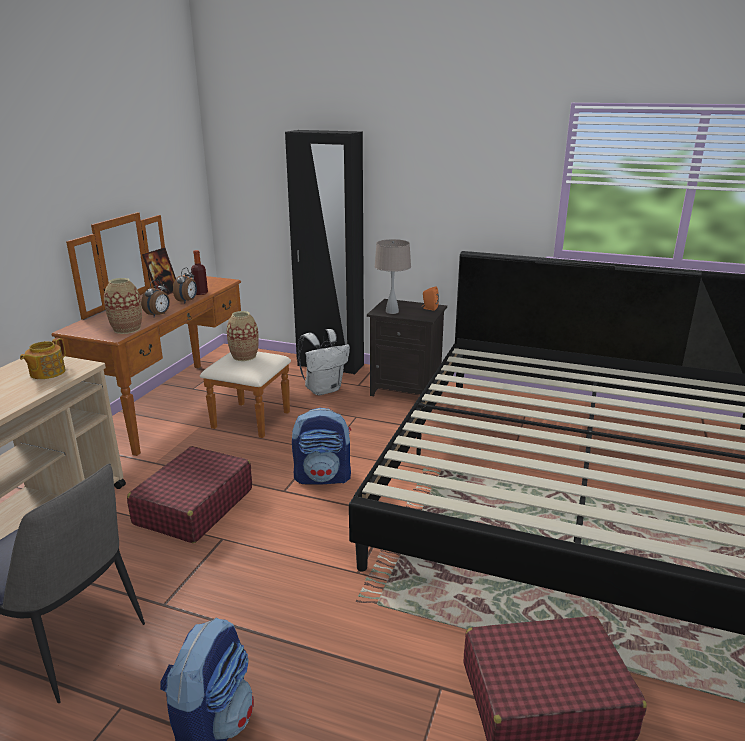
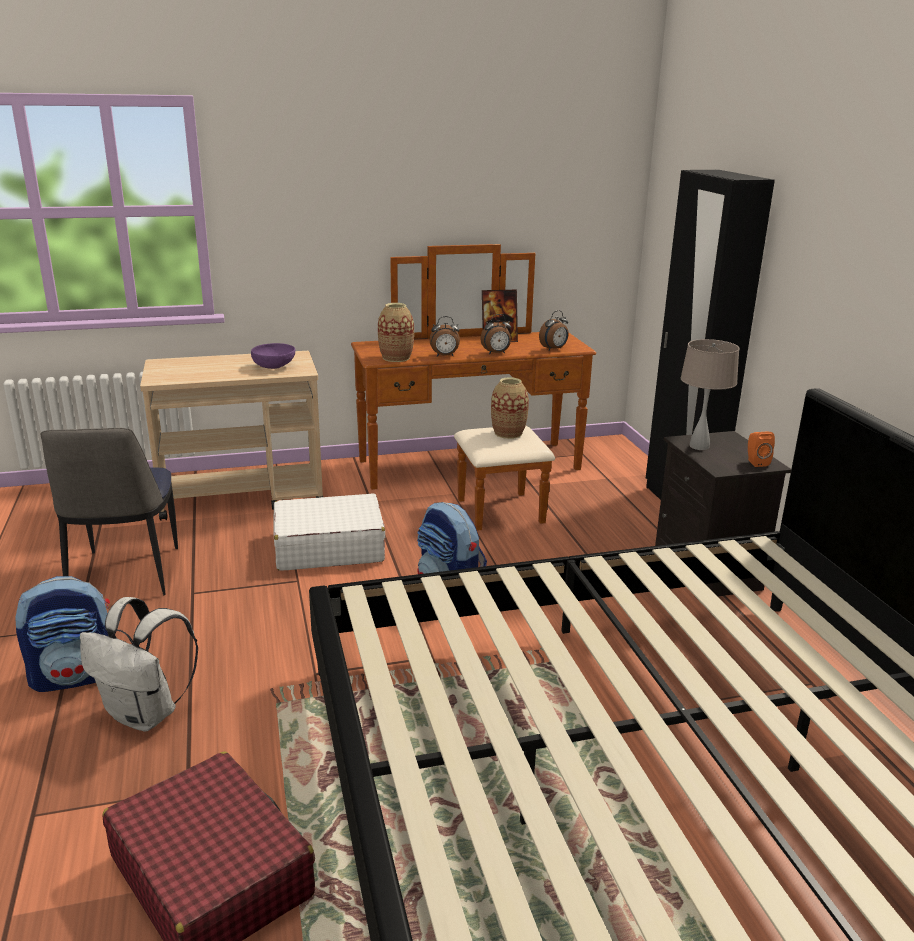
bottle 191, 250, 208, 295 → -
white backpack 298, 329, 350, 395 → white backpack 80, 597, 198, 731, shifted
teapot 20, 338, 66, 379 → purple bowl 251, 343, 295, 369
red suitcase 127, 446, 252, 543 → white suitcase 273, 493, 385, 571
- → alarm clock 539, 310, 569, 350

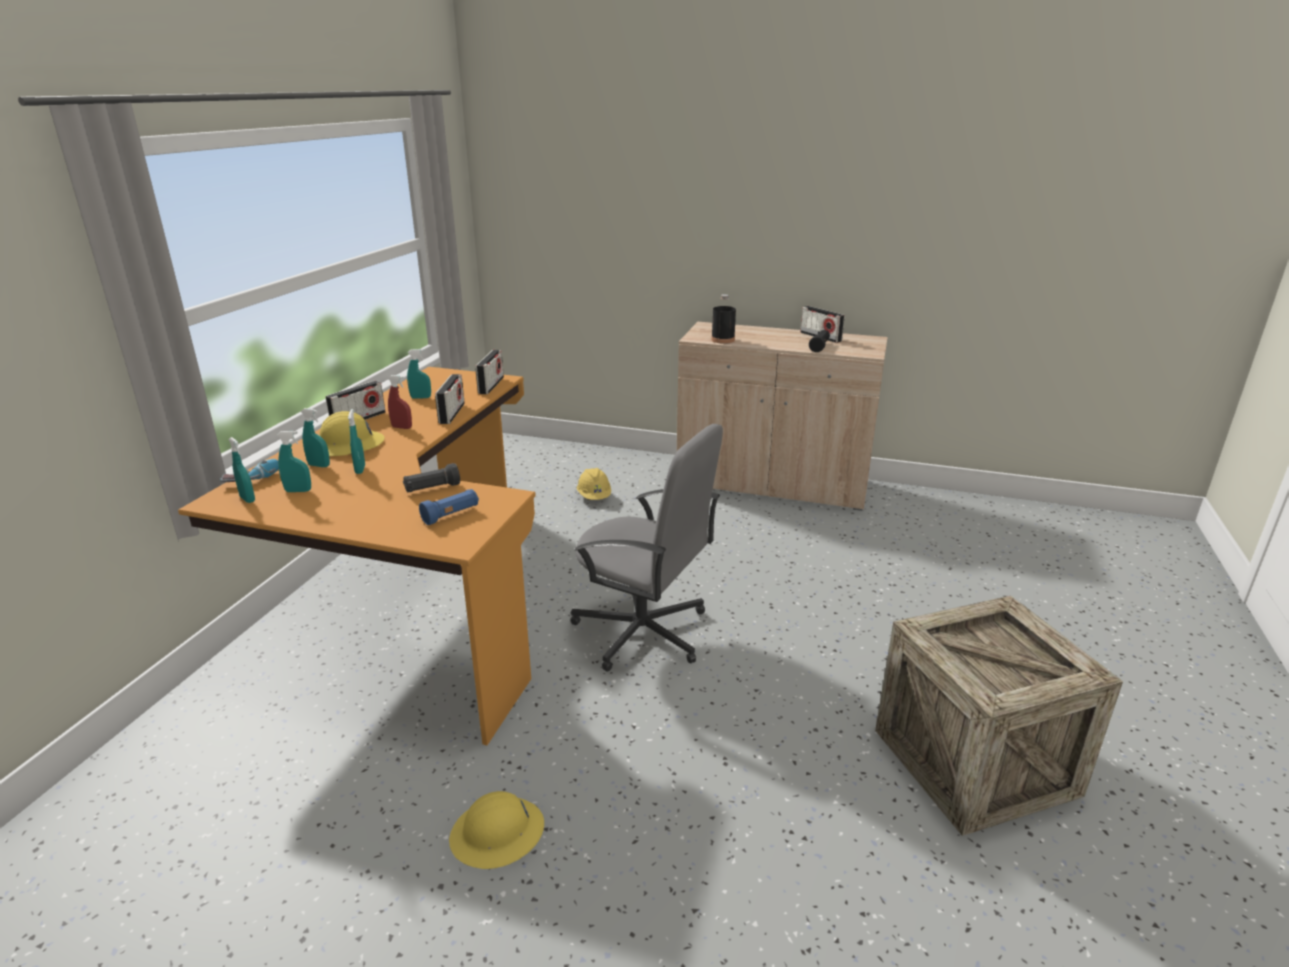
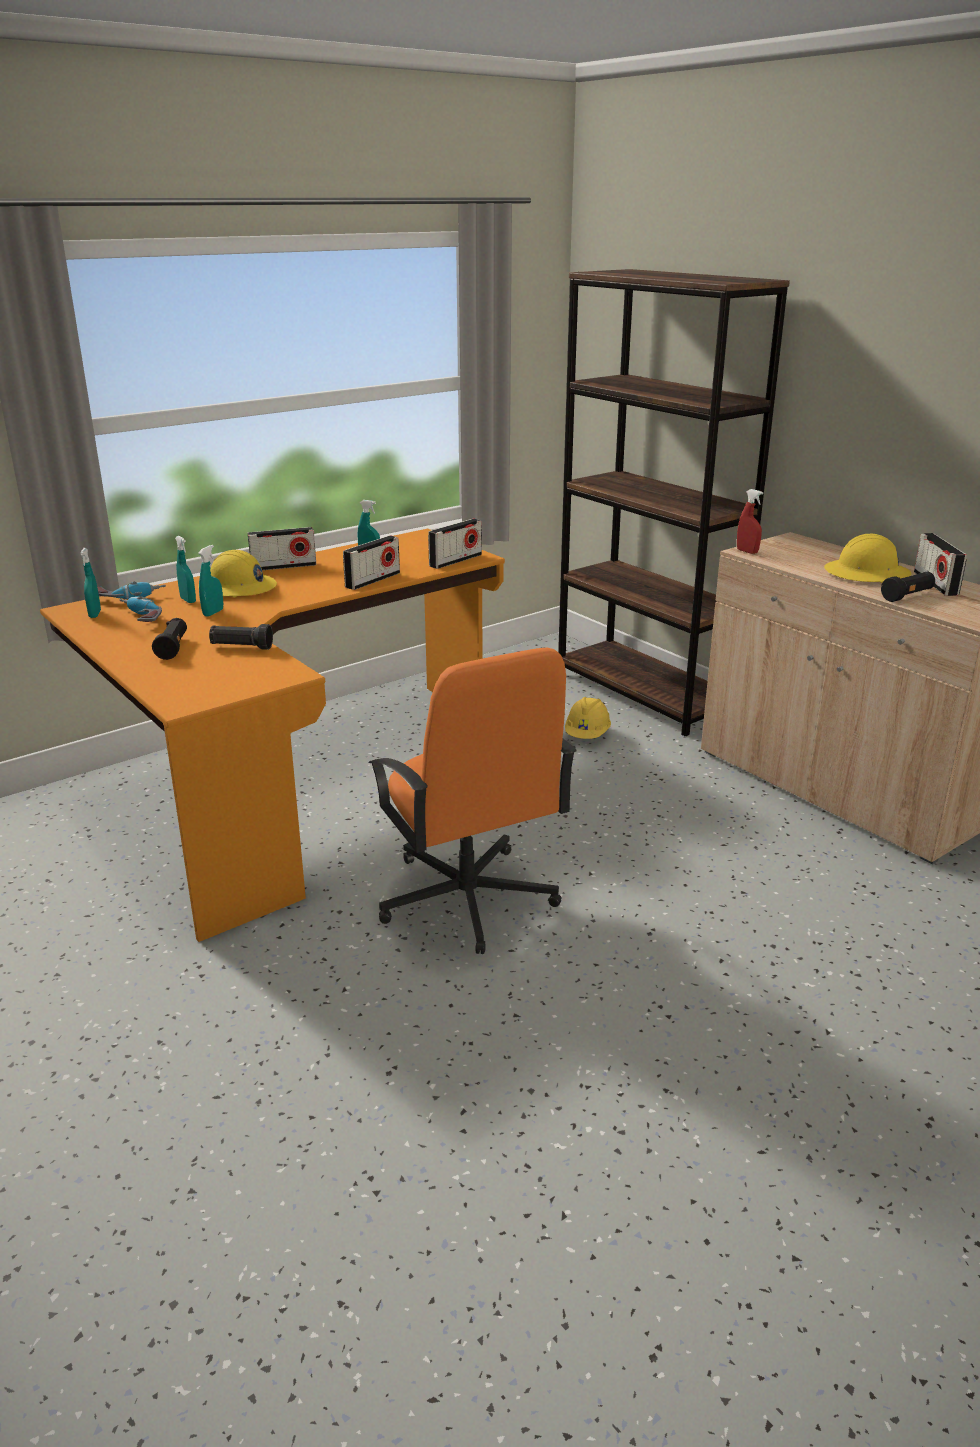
black bottle 711, 294, 736, 344 → -
red spray bottle 388, 375, 412, 429 → red spray bottle 737, 489, 763, 554, shifted
grey office chair 570, 424, 723, 672 → orange office chair 368, 648, 576, 954
turquoise spray bottle 277, 431, 311, 492 → power drill 120, 596, 162, 622
blue flashlight 419, 489, 479, 525 → -
crate 875, 596, 1123, 836 → -
yellow hard hat 449, 791, 544, 869 → yellow hard hat 824, 534, 911, 583, shifted
- → brown bookcase 558, 269, 790, 737
- → black flashlight 152, 618, 187, 660

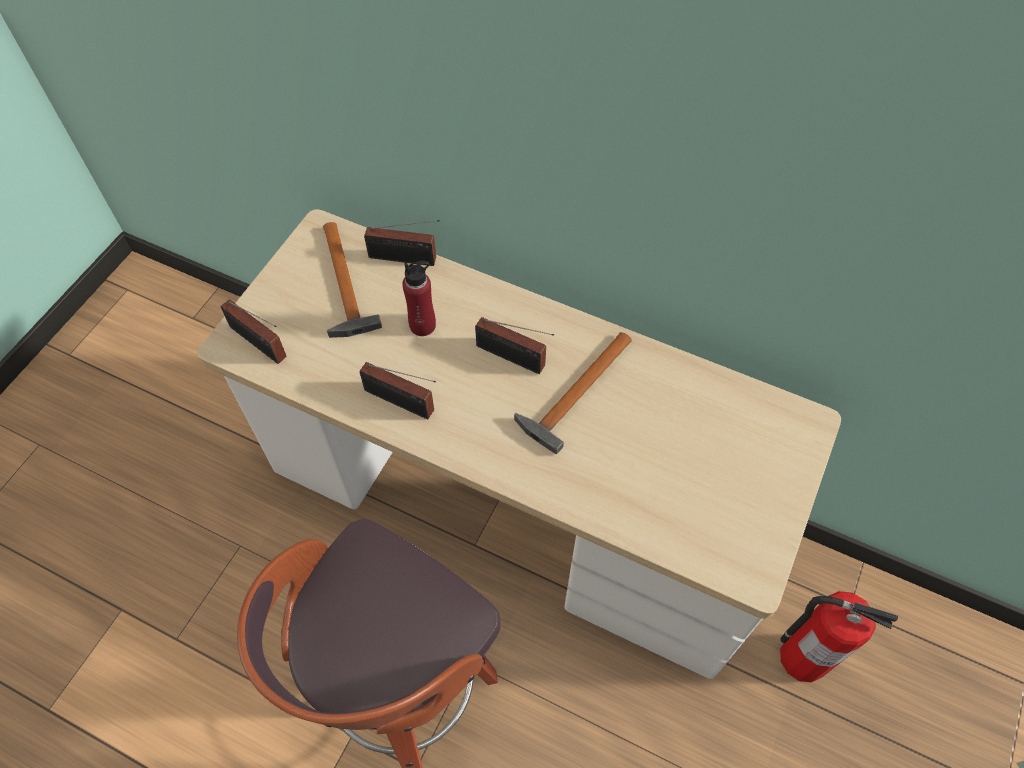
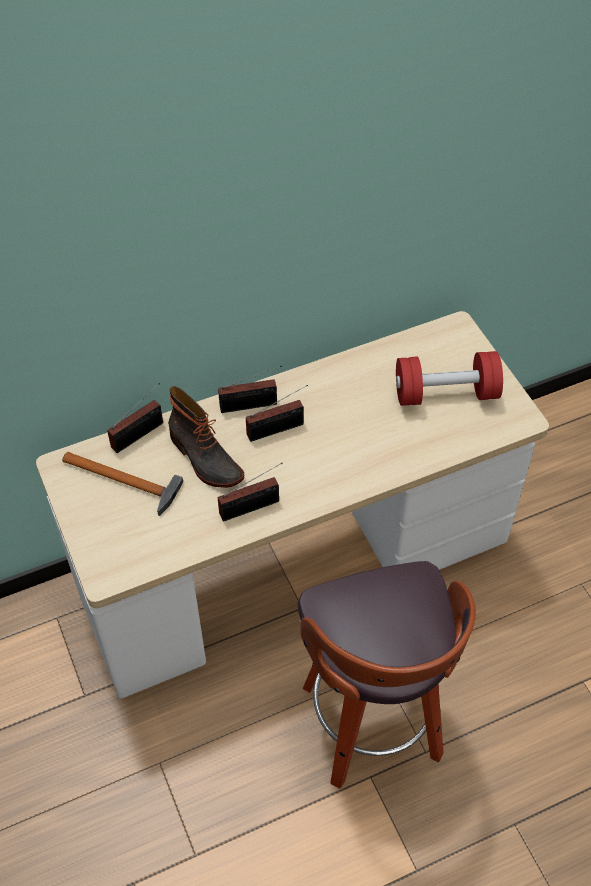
red bottle 402, 261, 436, 336 → boot 168, 386, 244, 488
radio 220, 299, 287, 364 → radio 218, 365, 282, 413, shifted
hammer 514, 332, 632, 454 → -
fire extinguisher 780, 591, 898, 682 → -
- → red dumbbell 396, 351, 503, 406

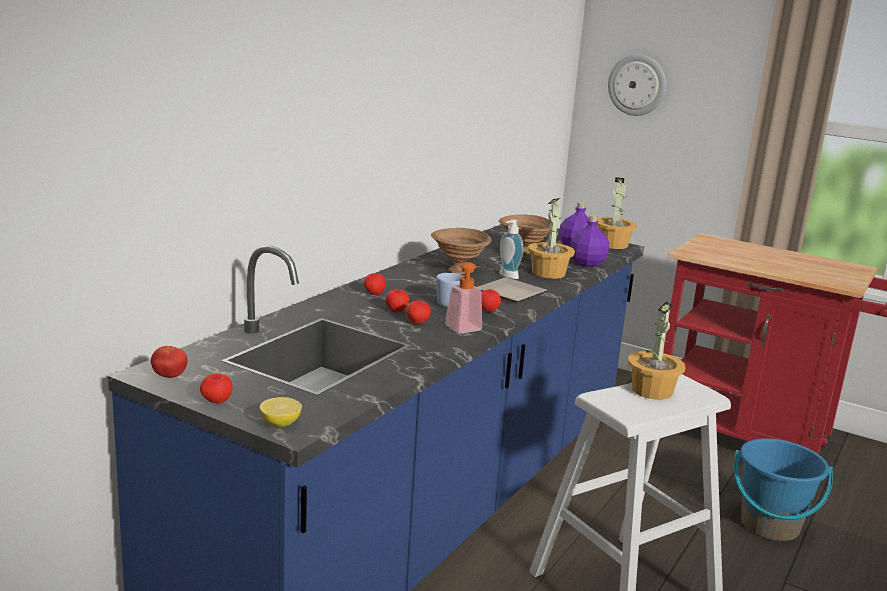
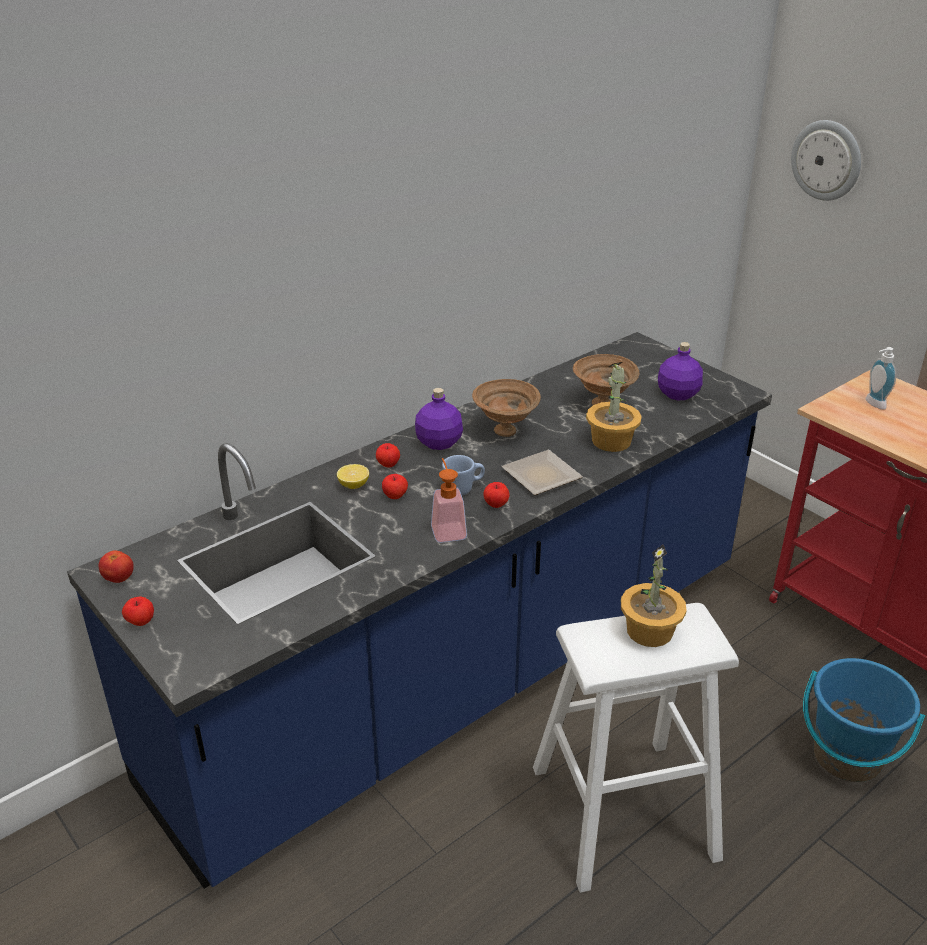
potted plant 596, 177, 637, 249 → -
purple bottle 570, 215, 609, 267 → purple bottle 415, 388, 463, 450, shifted
soap dispenser 499, 220, 523, 279 → soap dispenser 866, 347, 897, 410, shifted
apple 406, 301, 431, 324 → -
lemon 260, 397, 302, 427 → lemon 337, 464, 369, 489, shifted

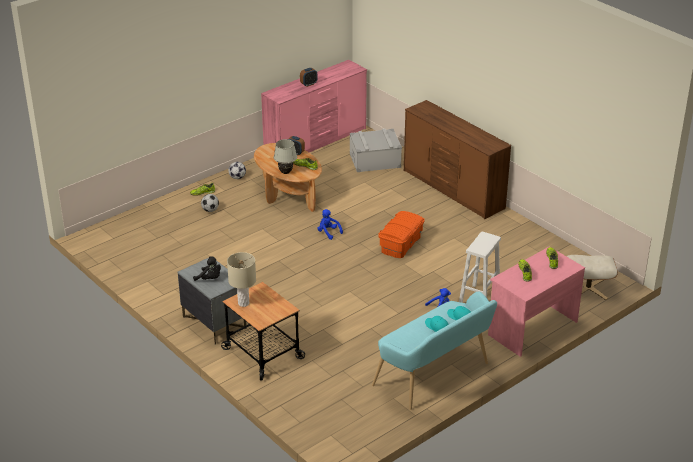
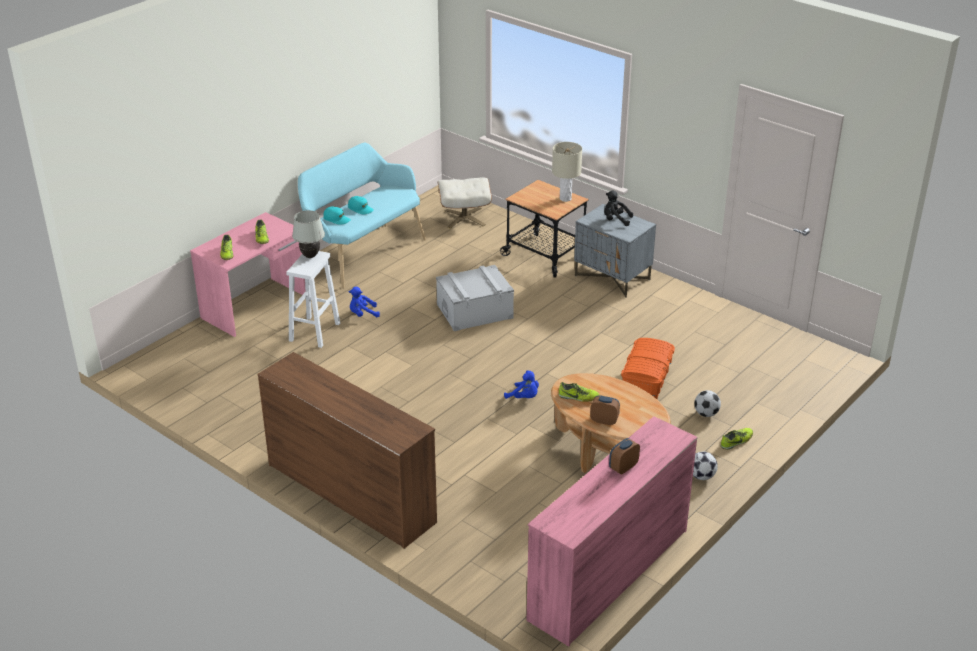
grey storage box 350, 129, 402, 172 → grey storage box 436, 265, 514, 331, shifted
white table lamp 274, 139, 297, 174 → white table lamp 292, 210, 325, 258, shifted
orange storage box 378, 211, 425, 258 → orange storage box 621, 338, 675, 399, shifted
beige ottoman 567, 255, 618, 300 → beige ottoman 437, 177, 492, 229, shifted

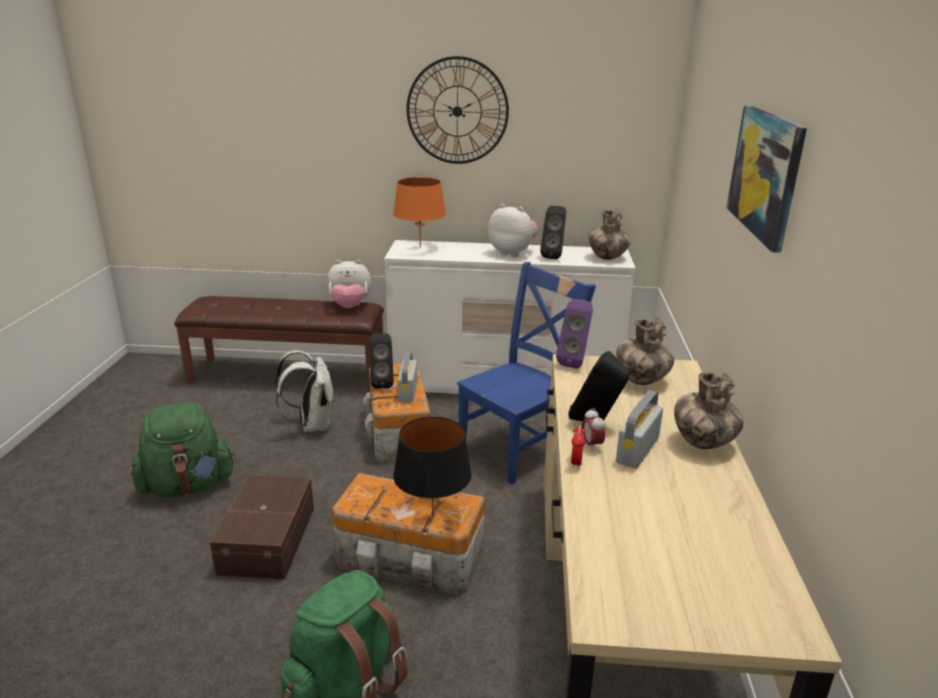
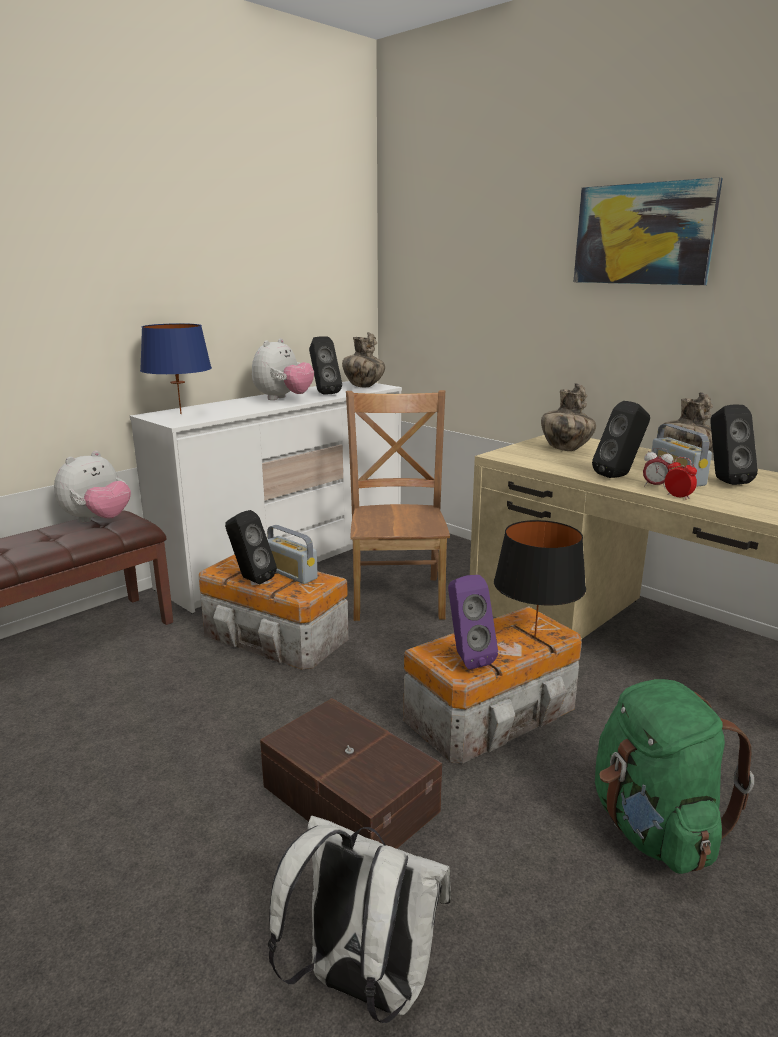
wall clock 406, 56, 509, 164 → -
orange table lamp 393, 177, 446, 248 → blue table lamp 140, 323, 212, 414
plush toy 488, 204, 538, 257 → plush toy 252, 338, 314, 400, 135 degrees clockwise
blue chair 457, 262, 596, 484 → brown chair 346, 390, 450, 621
purple speaker 556, 299, 593, 369 → purple speaker 448, 575, 498, 670, shifted
white backpack 275, 350, 334, 432 → white backpack 268, 816, 451, 1023, shifted
green backpack 131, 402, 235, 498 → -
- → black speaker 710, 405, 758, 485

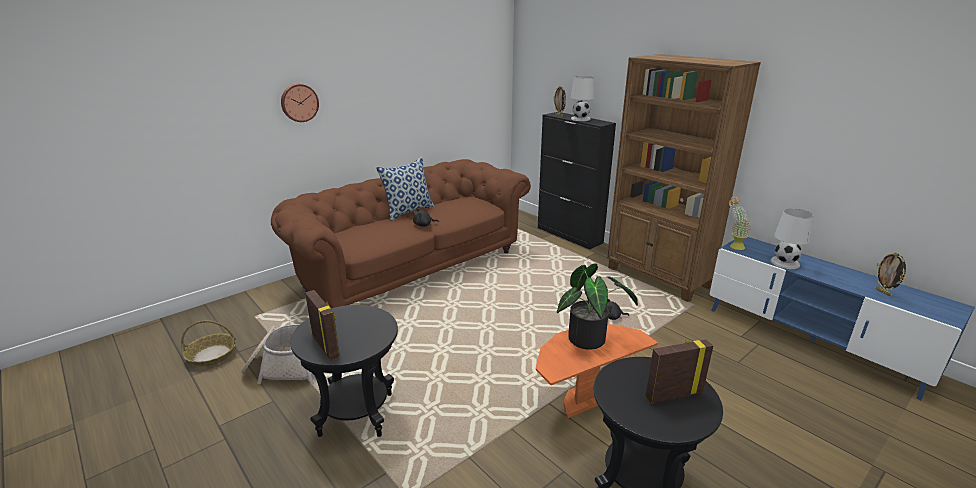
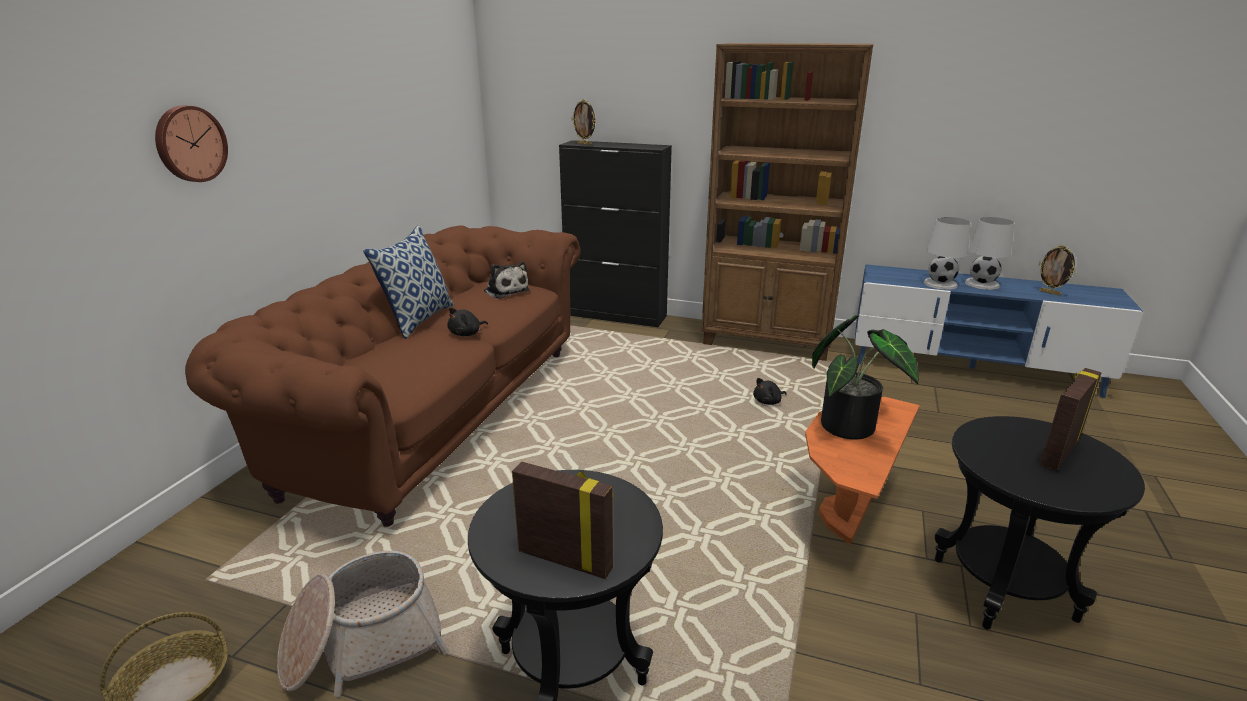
white table lamp 570, 76, 594, 121 → white table lamp 965, 217, 1014, 290, shifted
potted plant 729, 197, 751, 250 → -
- → plush toy 484, 262, 530, 299

